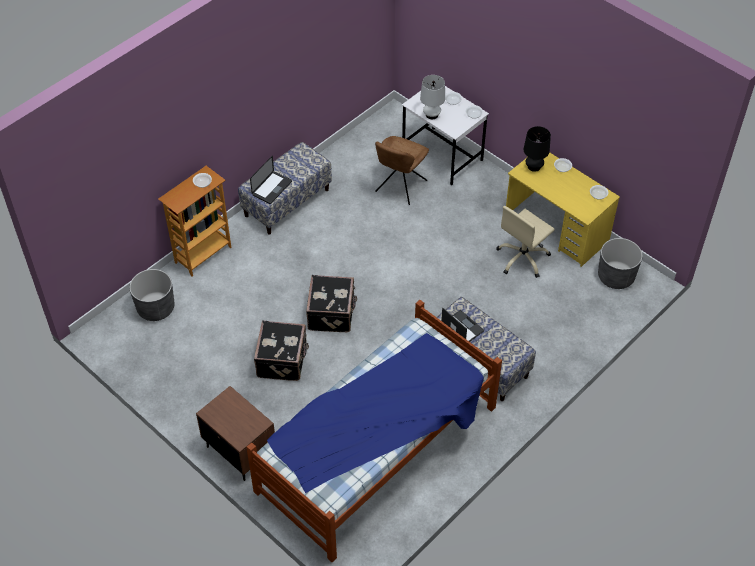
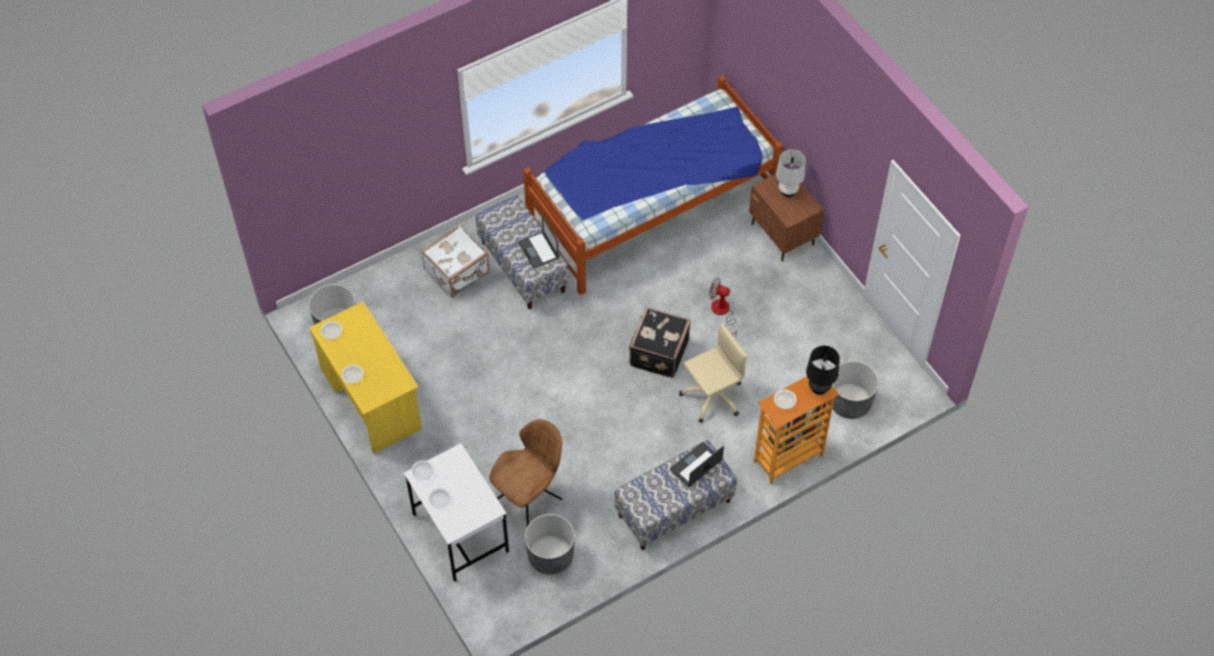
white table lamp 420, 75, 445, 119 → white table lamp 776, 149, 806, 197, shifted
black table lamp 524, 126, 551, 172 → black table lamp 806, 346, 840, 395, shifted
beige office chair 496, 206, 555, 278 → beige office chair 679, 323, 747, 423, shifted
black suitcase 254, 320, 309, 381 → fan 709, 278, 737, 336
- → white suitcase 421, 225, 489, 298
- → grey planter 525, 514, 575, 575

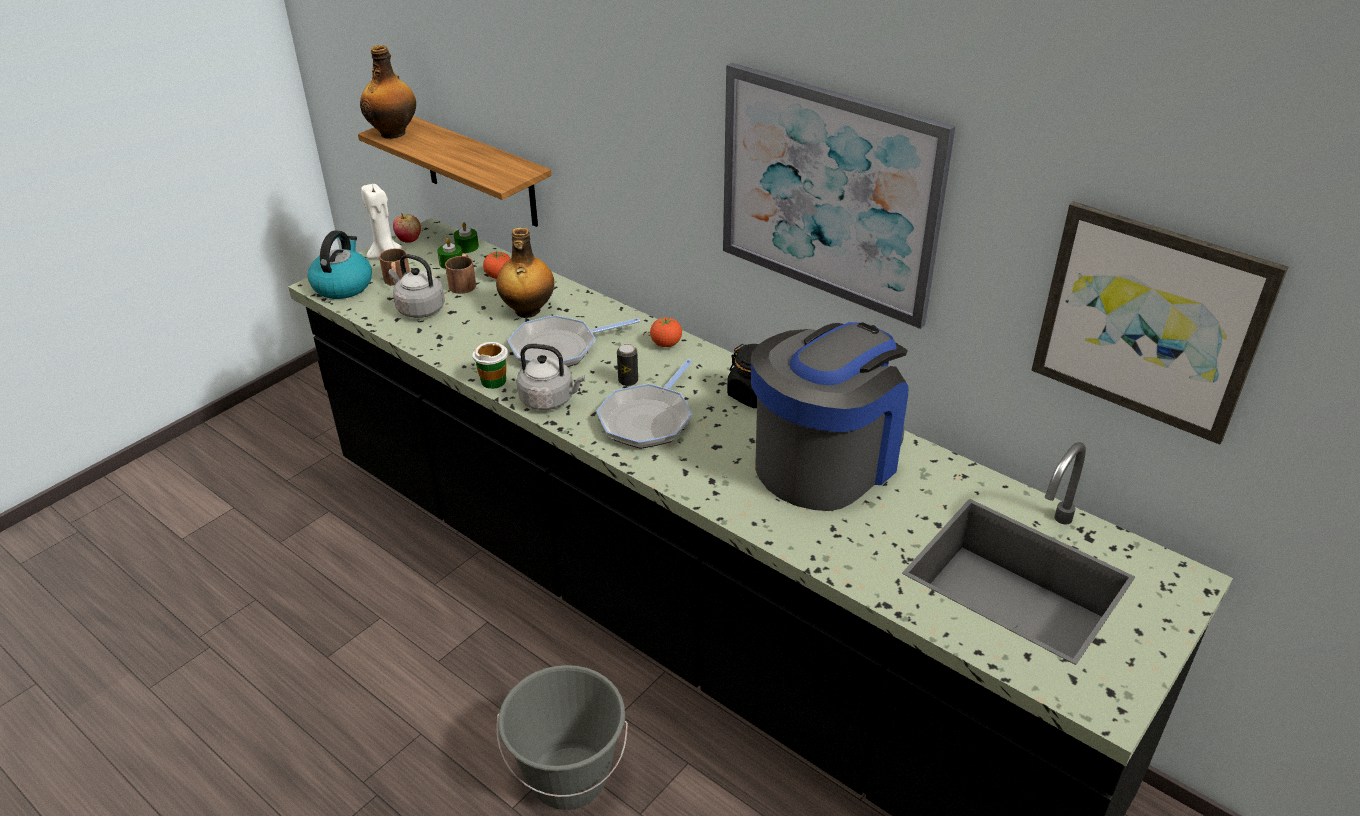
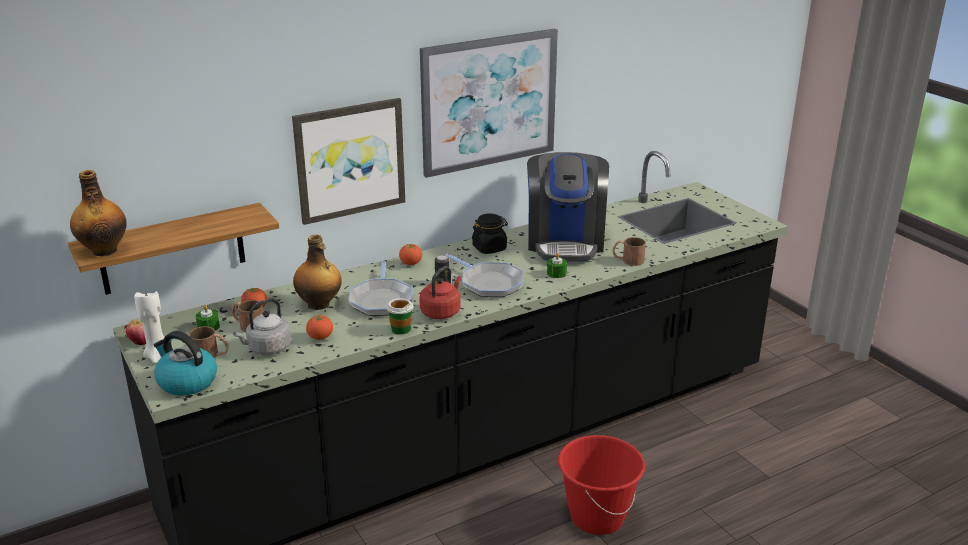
picture 1031, 201, 1288, 445 → picture 292, 98, 405, 225, shifted
green candle 454, 222, 479, 253 → green candle 547, 252, 567, 278, shifted
coffee machine 751, 322, 908, 511 → coffee machine 527, 152, 609, 261, 150 degrees counterclockwise
grey kettle 517, 344, 585, 410 → red kettle 419, 266, 462, 319
grey bucket 496, 665, 628, 810 → red bucket 558, 435, 645, 535
- → brown mug 612, 237, 646, 266
- → tomato 306, 315, 333, 340

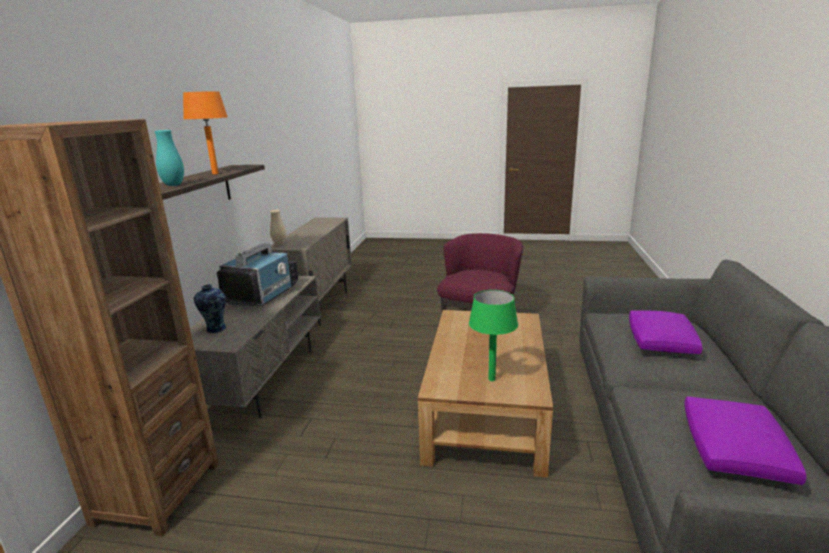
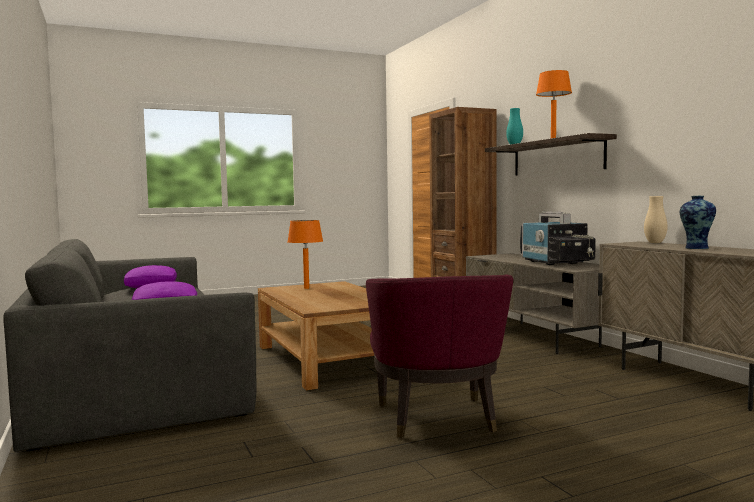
vase 194, 284, 226, 333 → vase 680, 196, 716, 249, shifted
green table lamp 469, 290, 518, 381 → orange table lamp 288, 220, 323, 289

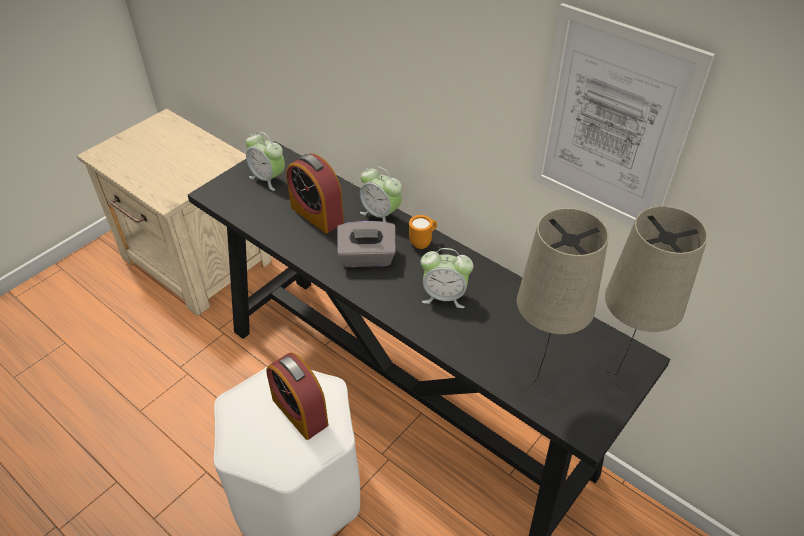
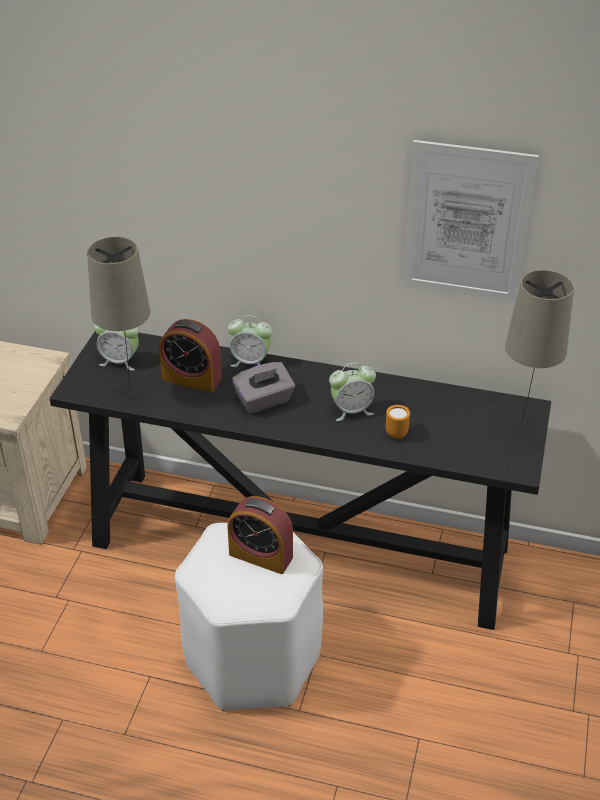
beige table lamp 517, 208, 609, 393 → beige table lamp 87, 237, 150, 402, shifted
orange mug 409, 215, 437, 249 → orange mug 386, 405, 410, 439, shifted

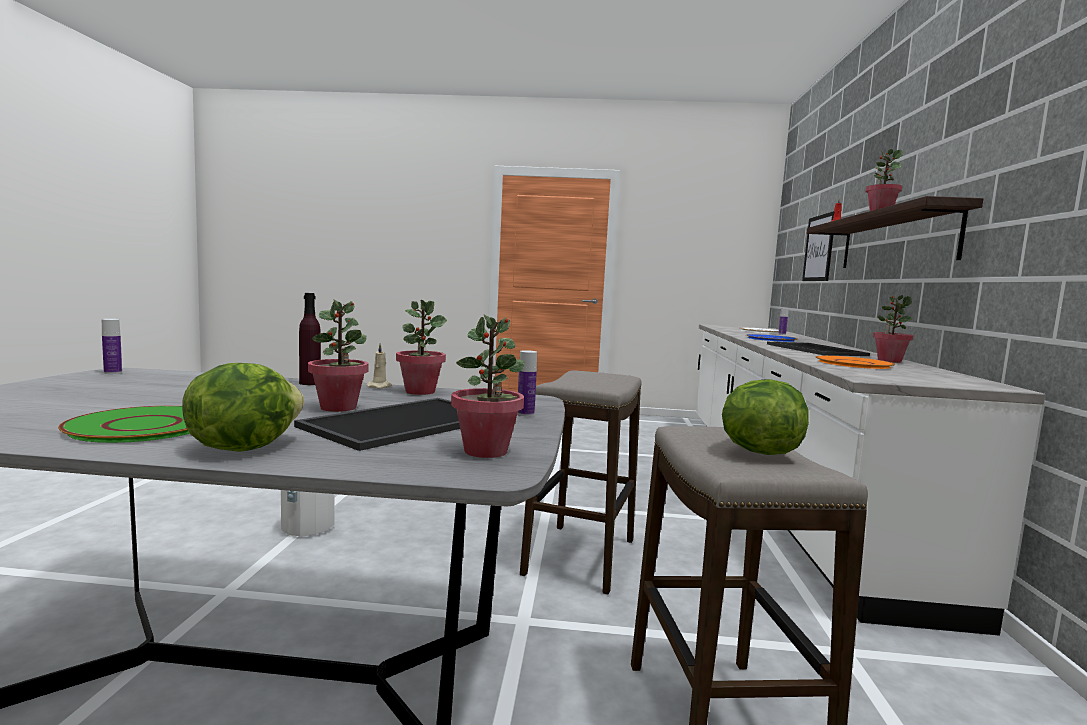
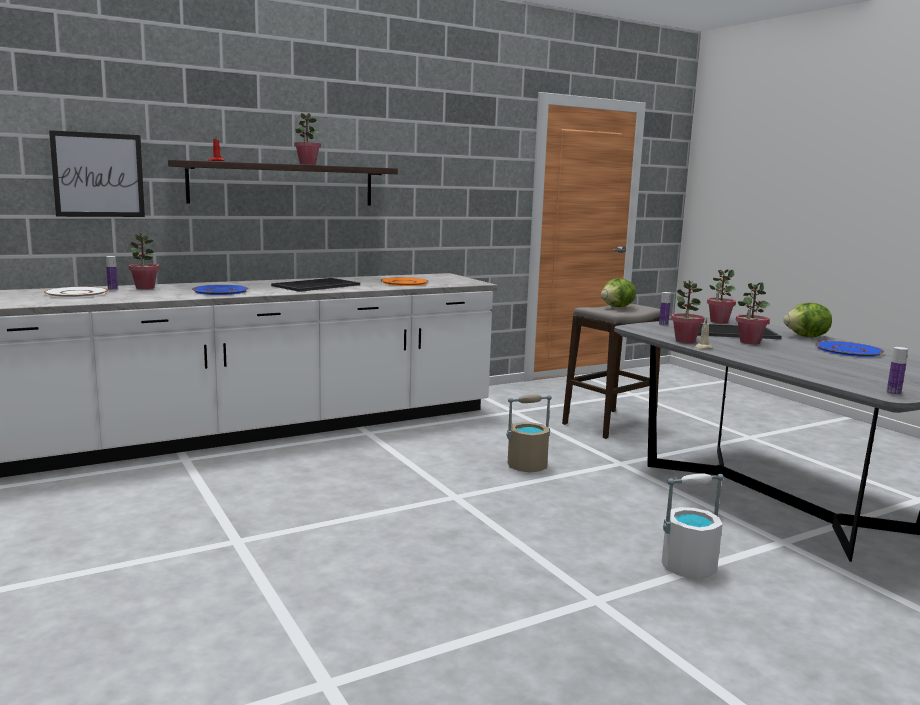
purple bottle 299, 293, 321, 385 → -
potted plant 873, 295, 913, 363 → potted plant 129, 233, 159, 289, shifted
stool 520, 370, 642, 595 → beige bucket 506, 395, 552, 473
green plate 58, 406, 190, 443 → blue plate 815, 341, 884, 357

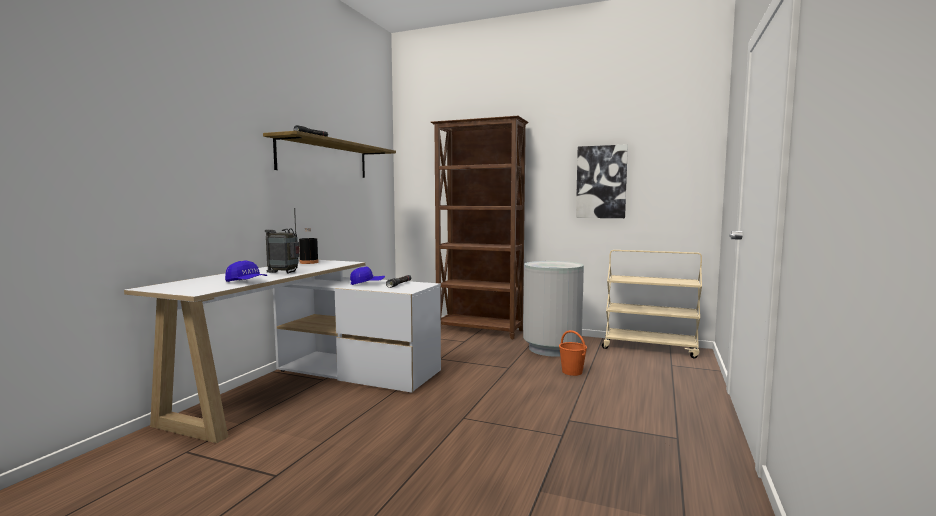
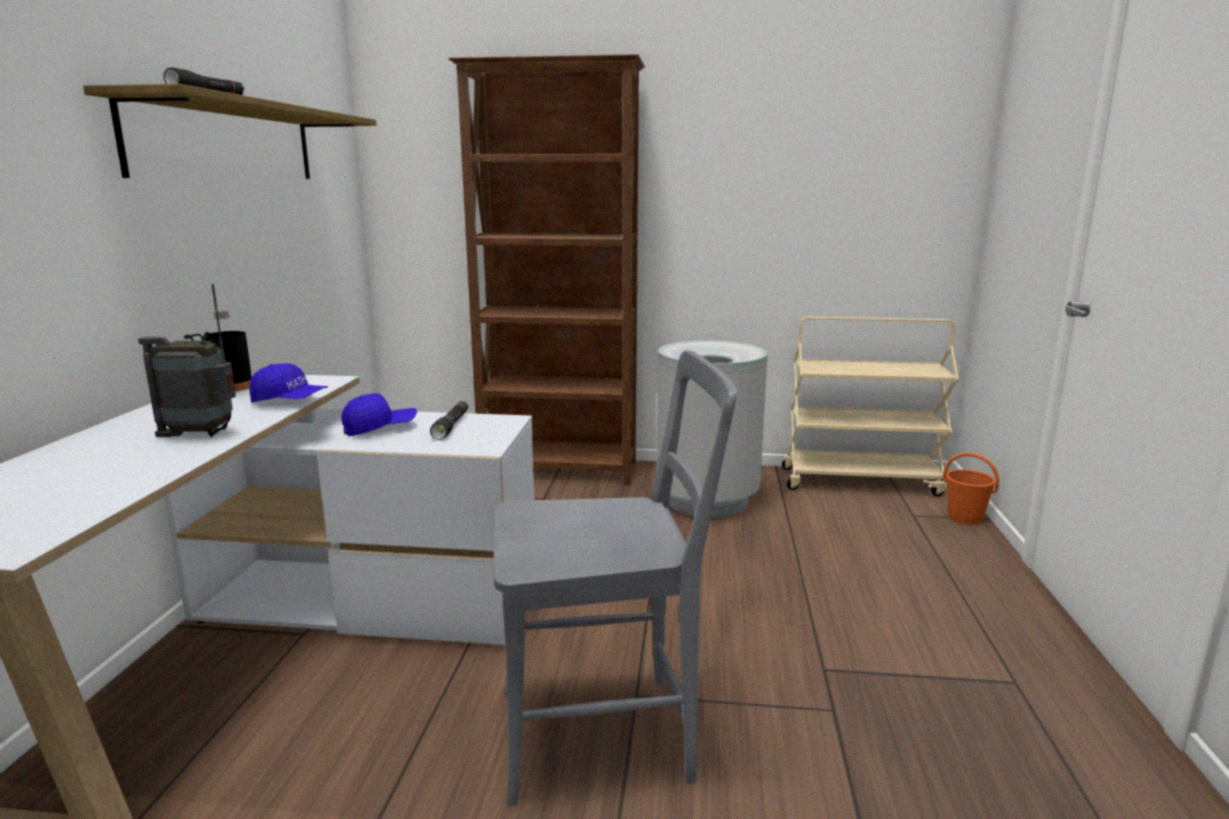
picture 576, 144, 628, 218 → -
blue cap 225, 261, 267, 282 → blue cap 250, 363, 328, 403, shifted
orange bucket 559, 330, 587, 376 → orange bucket 943, 452, 999, 525, shifted
- → grey chair 493, 350, 738, 806

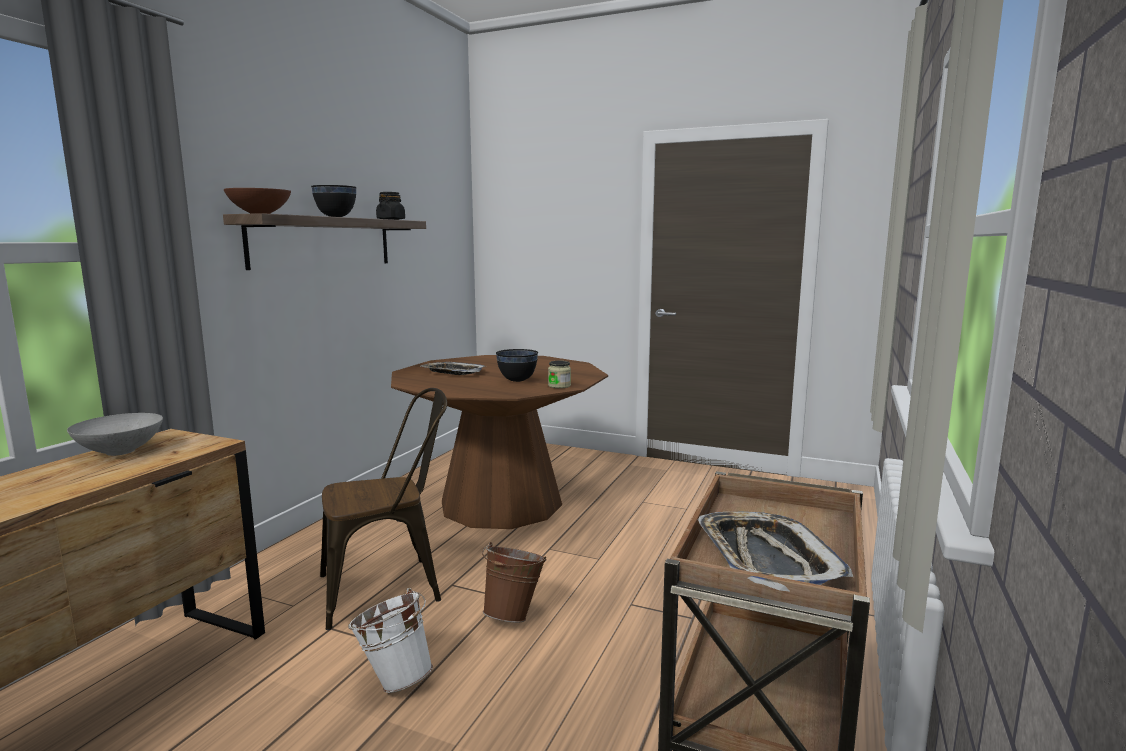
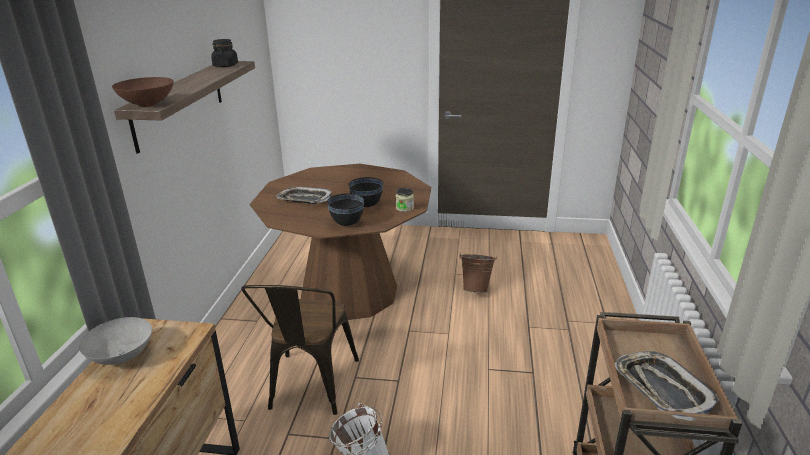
black bowl 311, 185, 357, 217 → black bowl 327, 194, 364, 226, shifted
brown chair 320, 388, 447, 630 → brown chair 241, 285, 359, 415, 135 degrees clockwise
brown bucket 482, 542, 547, 623 → brown bucket 460, 253, 497, 293, shifted

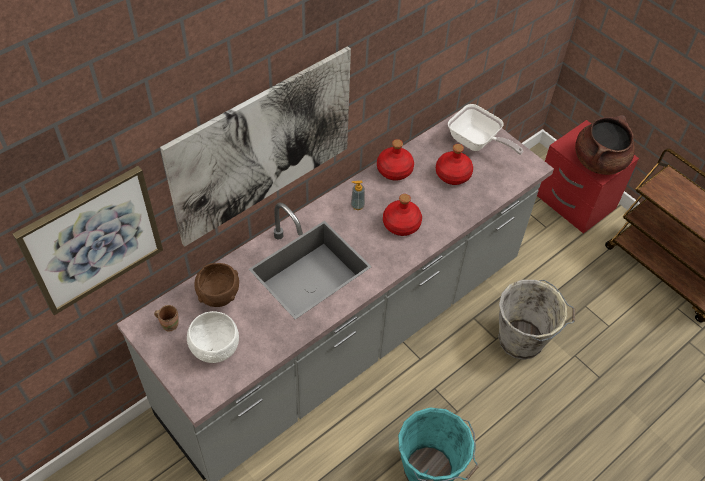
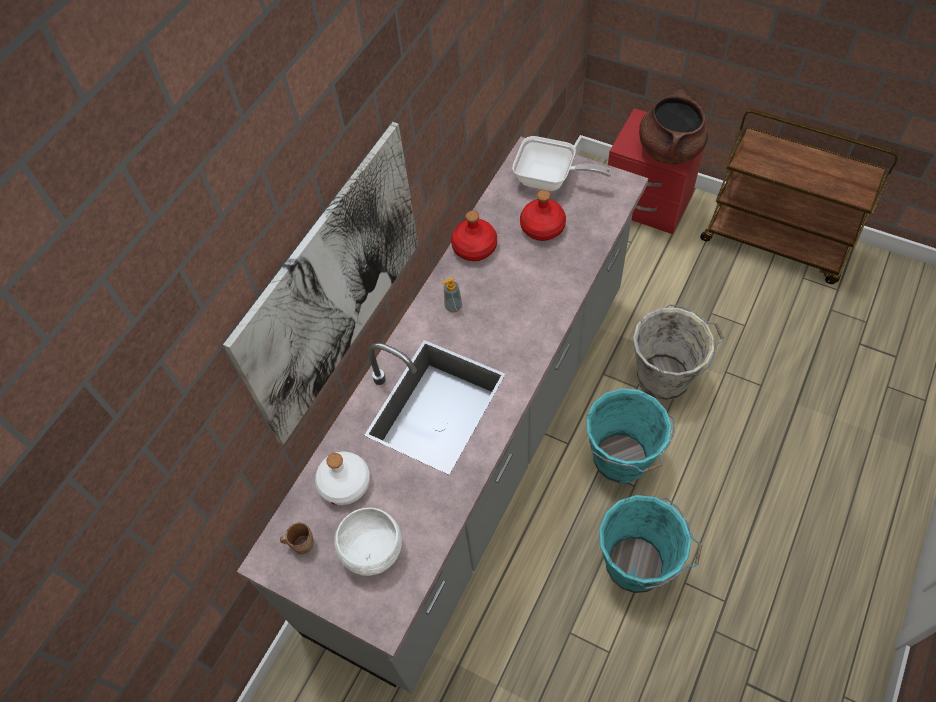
picture 13, 166, 163, 315 → -
red bottle 383, 194, 422, 236 → -
brown bowl 194, 263, 239, 307 → white bottle 315, 452, 370, 505
- → turquoise bucket 586, 388, 675, 484

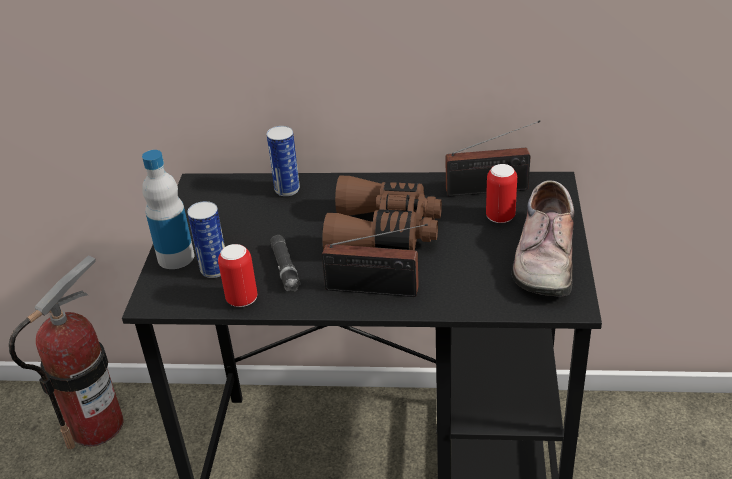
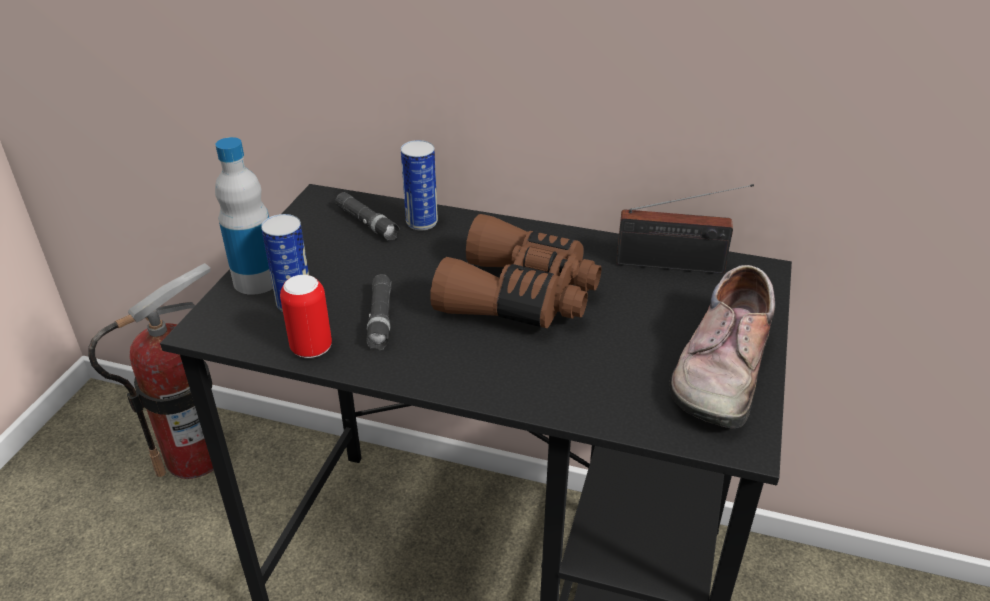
can 486, 164, 517, 223 → -
radio 322, 224, 428, 297 → -
- → black flashlight 335, 192, 400, 240

